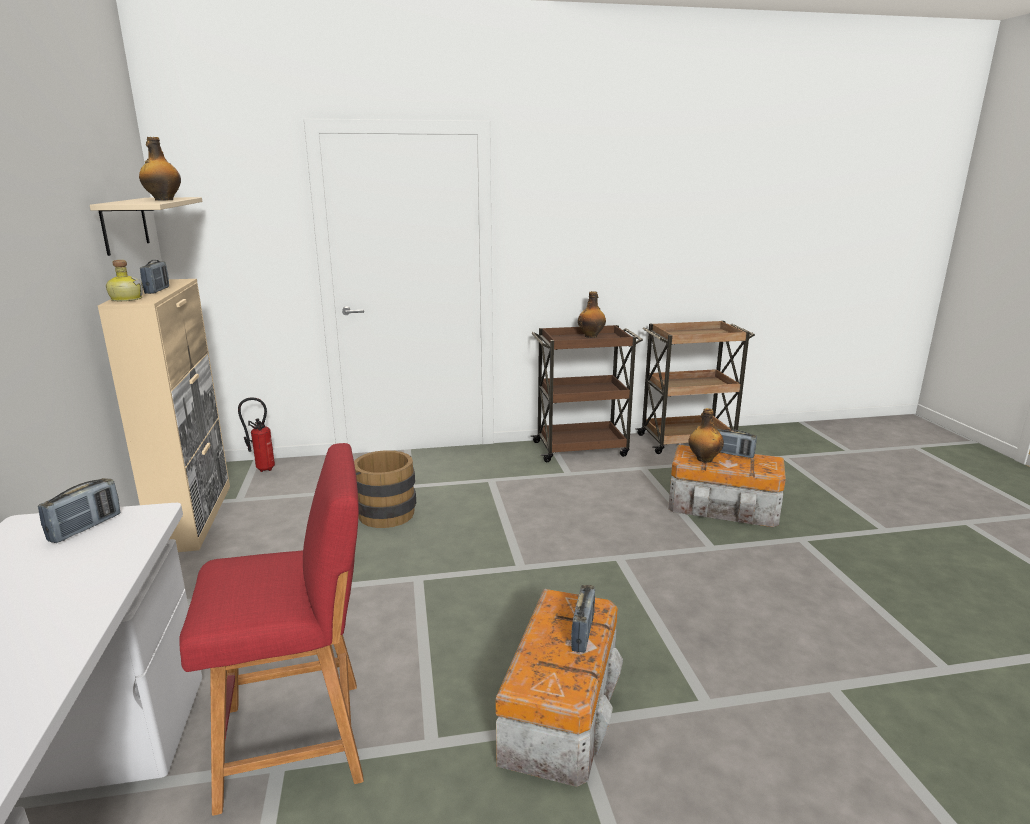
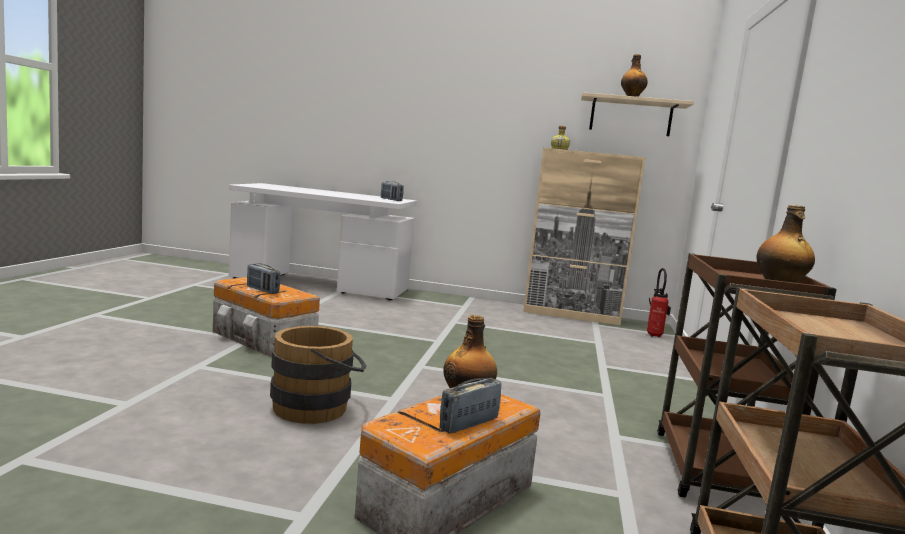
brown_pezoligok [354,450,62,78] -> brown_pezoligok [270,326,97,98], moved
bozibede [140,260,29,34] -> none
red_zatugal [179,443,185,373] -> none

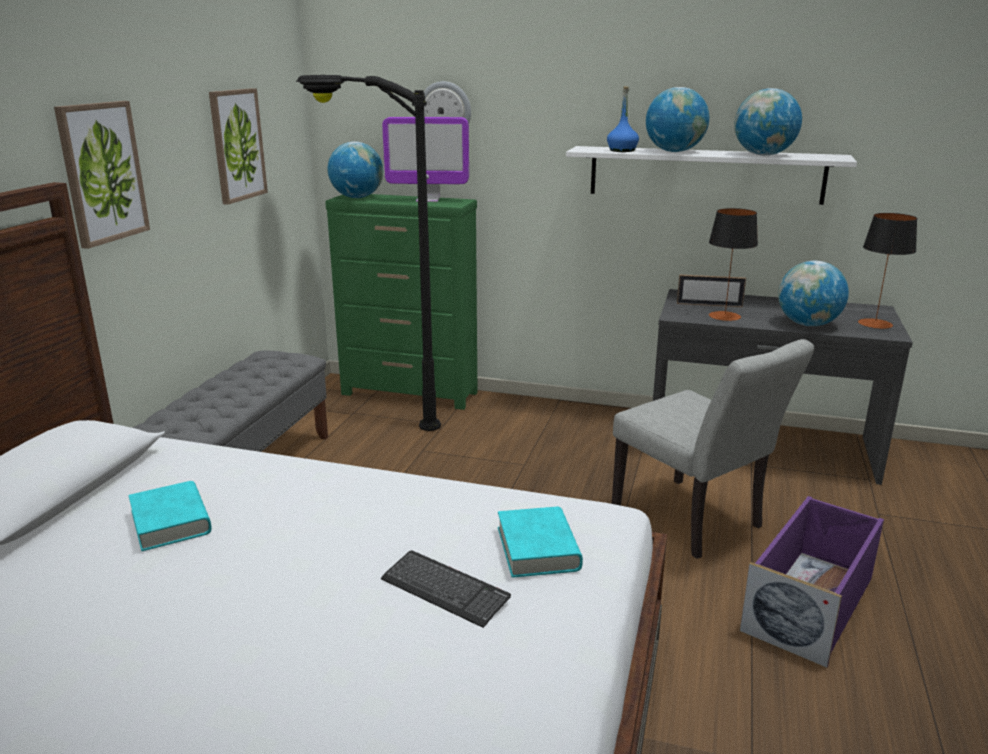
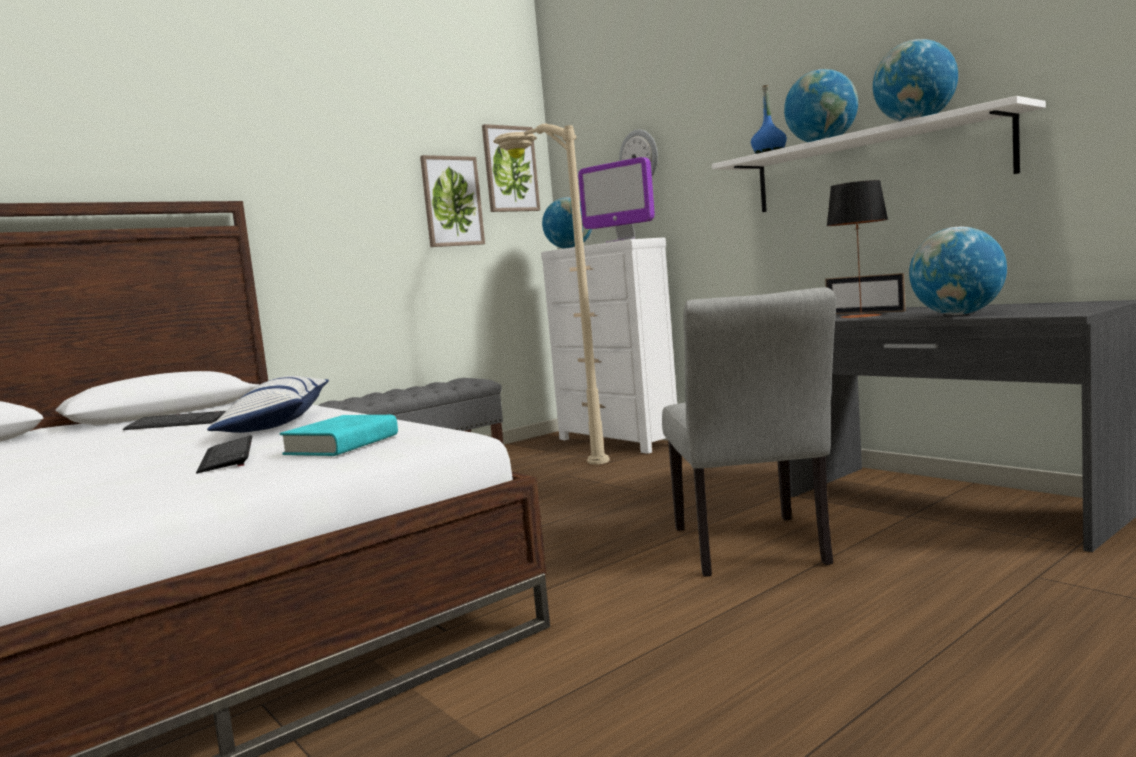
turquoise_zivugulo [128,481,84,70] -> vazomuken [123,411,103,19]
none -> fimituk [207,376,122,57]
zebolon [54,101,96,148] -> zebolon [482,124,58,88], moved
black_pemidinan [296,75,145,356] -> beige_pemidinan [493,124,117,340]
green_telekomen [325,194,152,216] -> white_telekomen [541,237,136,217]
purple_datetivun [740,496,144,172] -> none
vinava [858,213,59,116] -> none

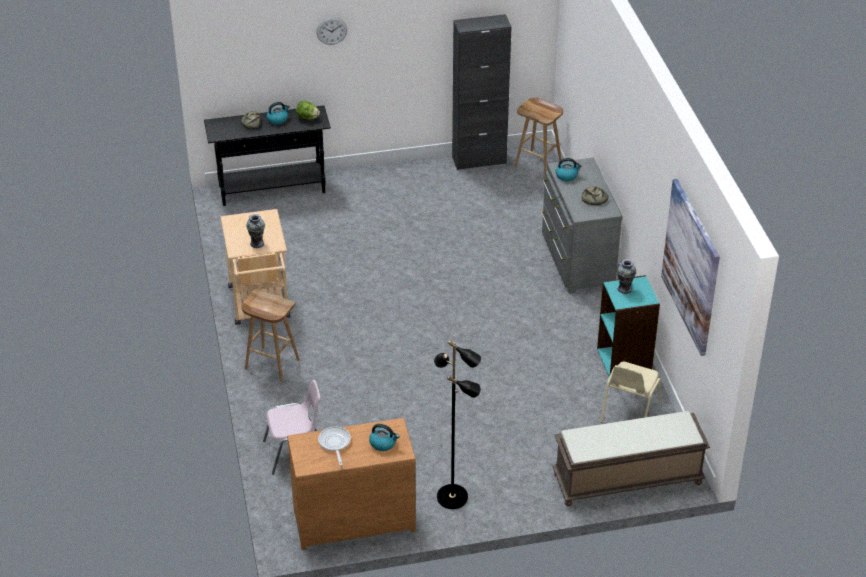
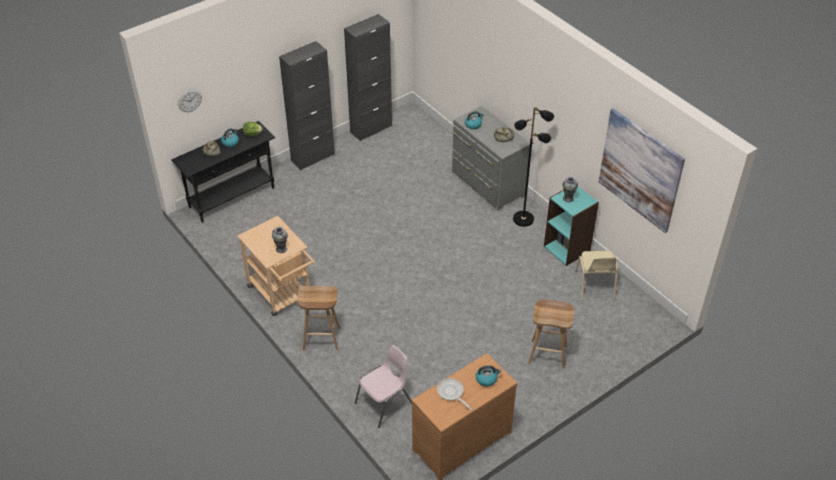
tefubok [316,17,31,28] -> tefubok [178,89,24,23], moved
none -> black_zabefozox [279,41,56,129]
black_pemidinan [434,340,47,169] -> black_pemidinan [513,107,41,120], moved
brown_zatugal [514,98,49,81] -> brown_zatugal [528,299,46,70], moved
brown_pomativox [552,411,158,95] -> none

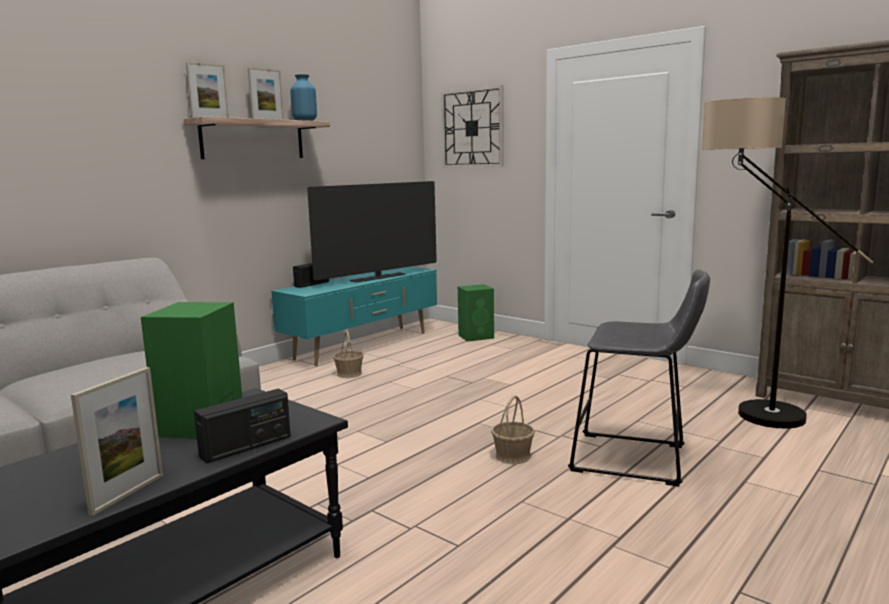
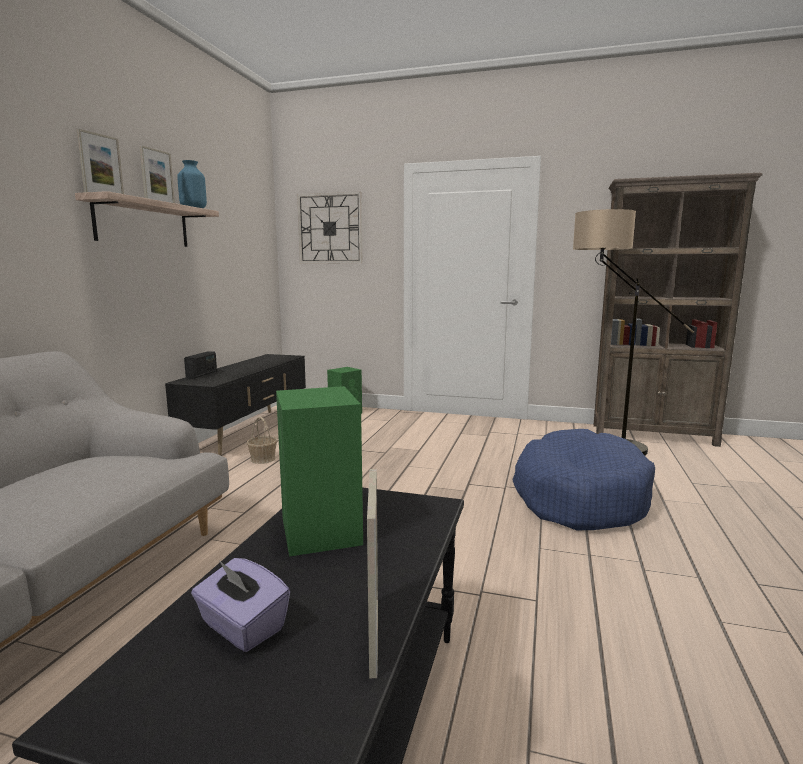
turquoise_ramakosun [271,267,166,99] -> black_ramakosun [165,354,141,101]
none -> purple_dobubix [191,558,99,94]
grey_zatugal [568,269,142,218] -> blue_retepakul [512,429,143,101]
bozibede [194,389,97,74] -> none
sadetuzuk [307,181,130,101] -> none
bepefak [491,395,44,69] -> none

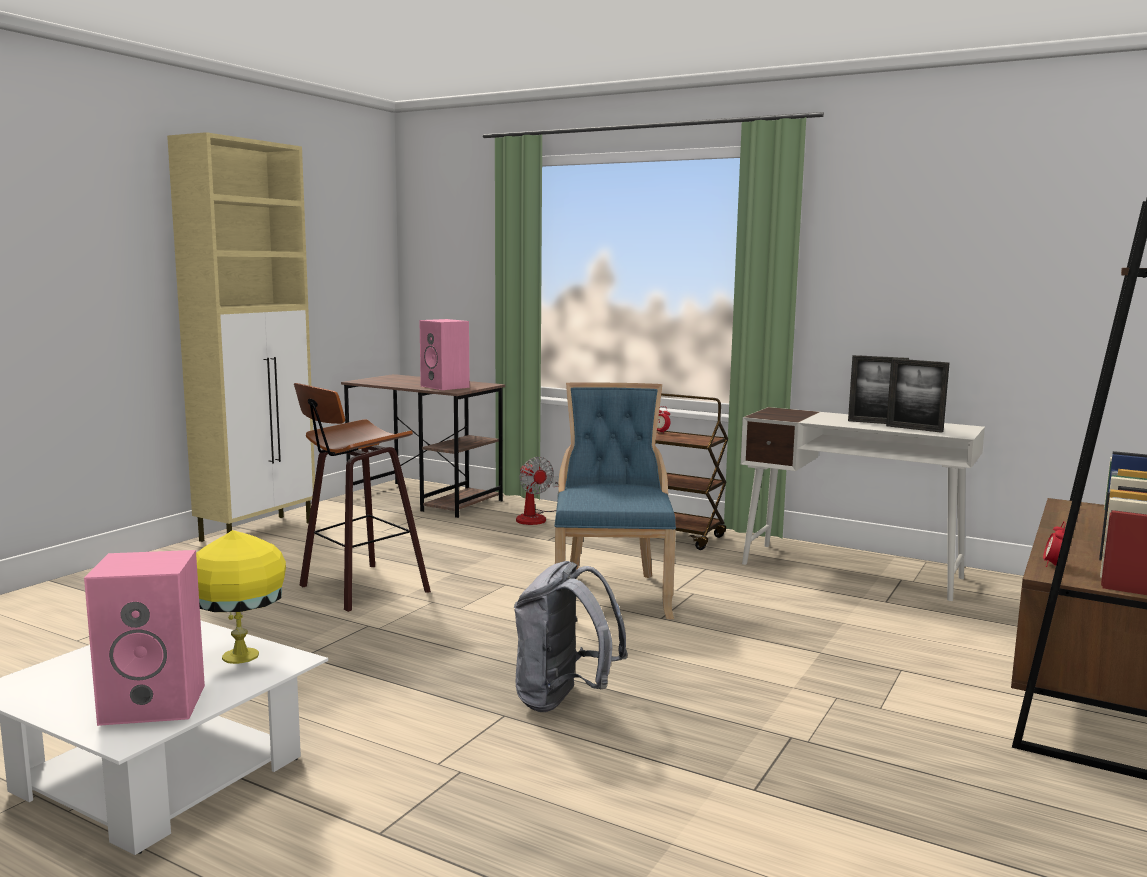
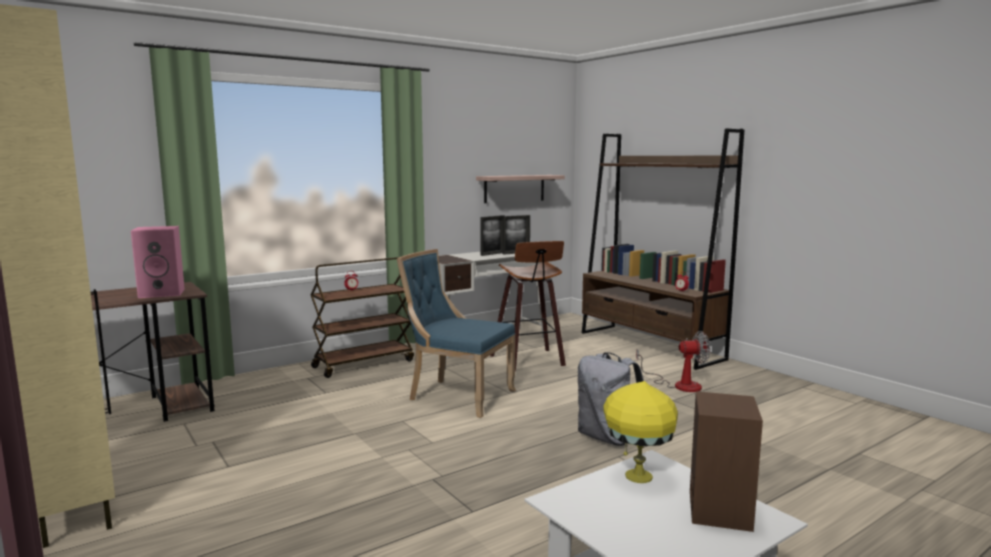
none -> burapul [476,175,89,28]
zatugal [294,383,137,229] -> zatugal [490,241,76,130], moved
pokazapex [516,457,43,68] -> pokazapex [636,331,75,61], moved
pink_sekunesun [84,550,121,176] -> brown_sekunesun [690,391,73,141]

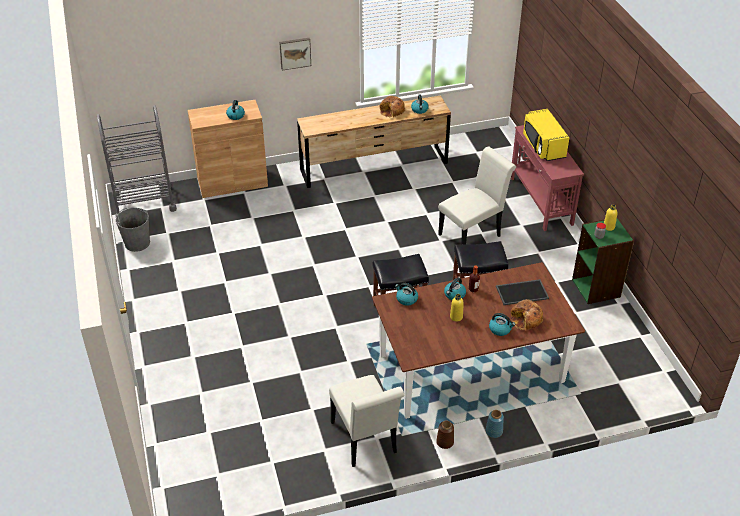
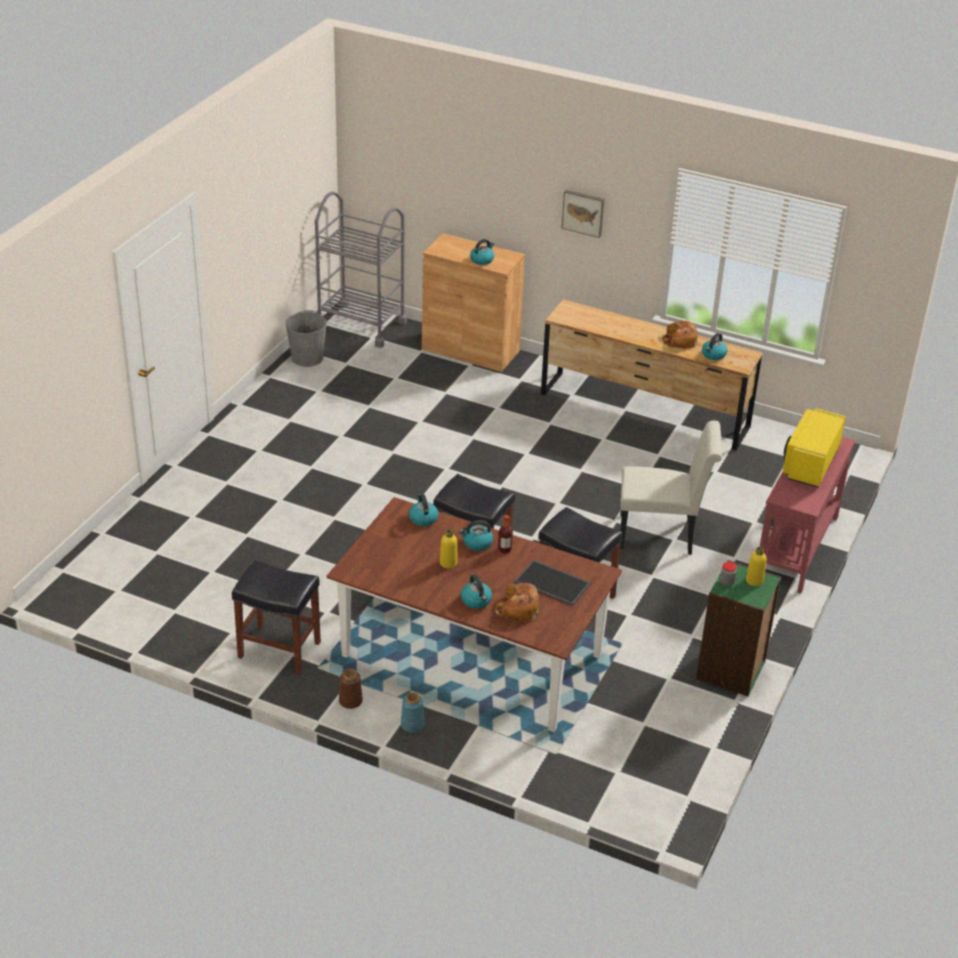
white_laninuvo [329,375,75,92] -> black_zatugal [232,560,89,115]

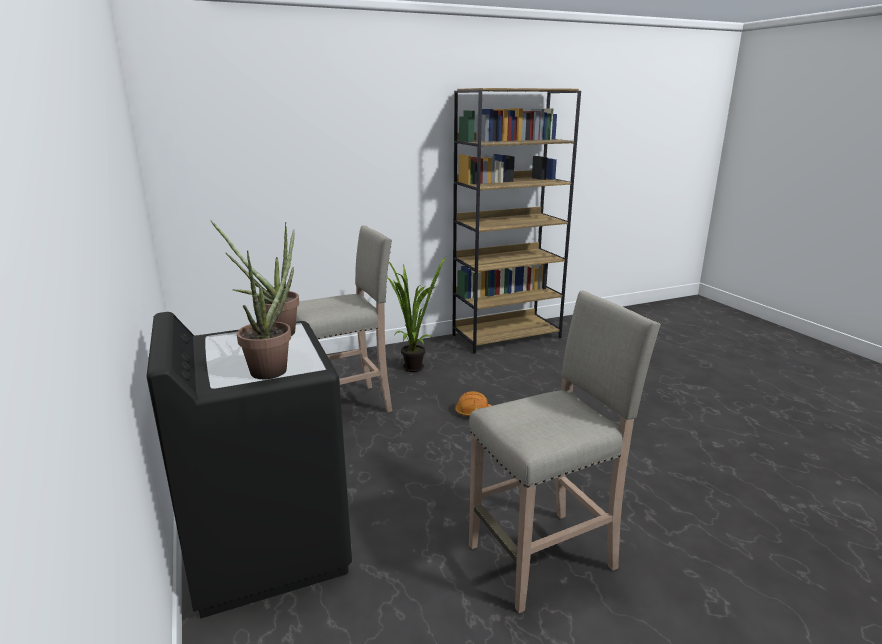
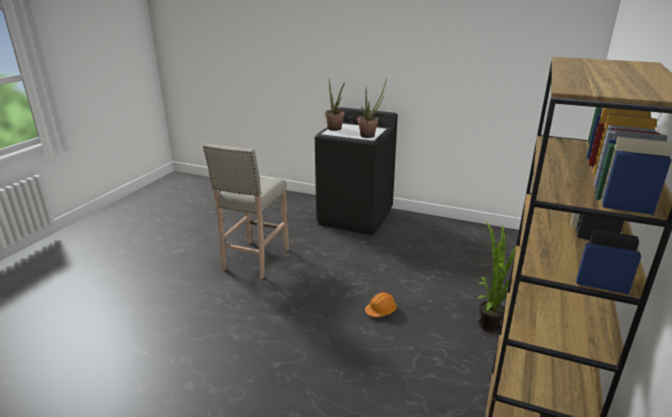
beige_zatugal [296,225,96,187] -> none

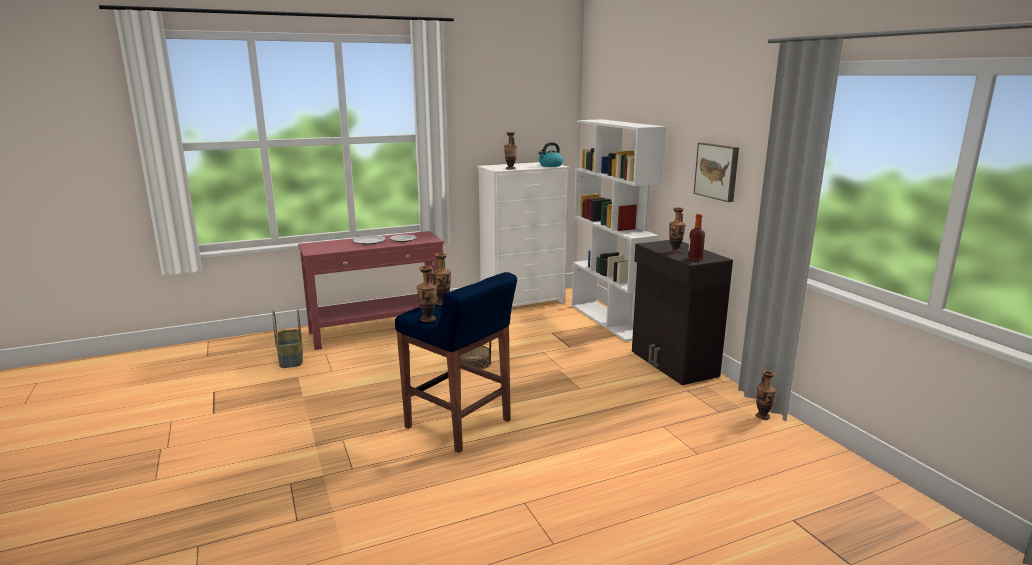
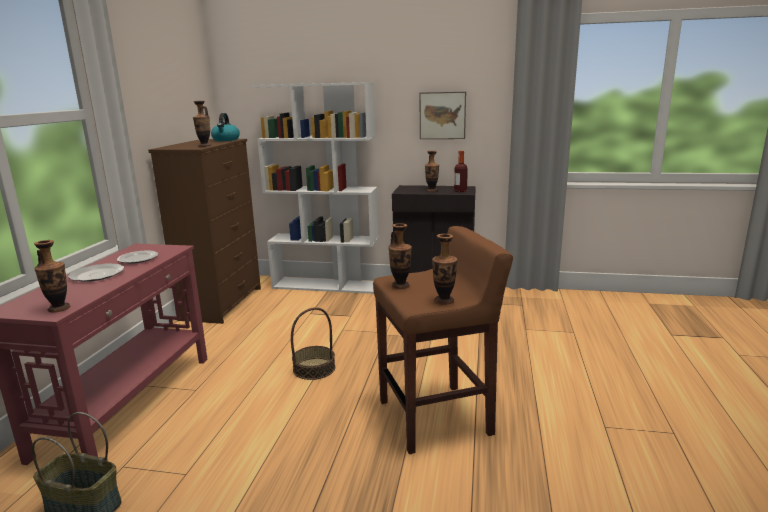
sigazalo [755,370,21,50] -> sigazalo [34,240,36,72], moved
white_telekomen [477,162,93,145] -> brown_telekomen [148,139,113,185]
blue_zatugal [395,272,122,181] -> brown_zatugal [373,226,140,228]

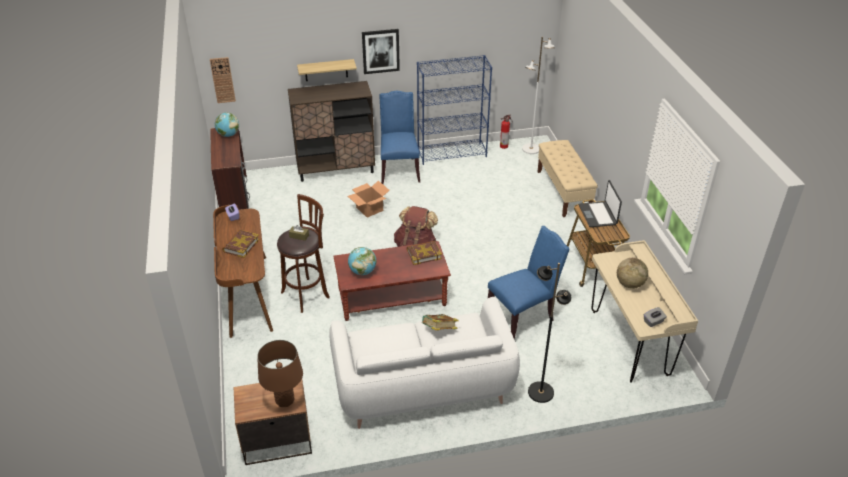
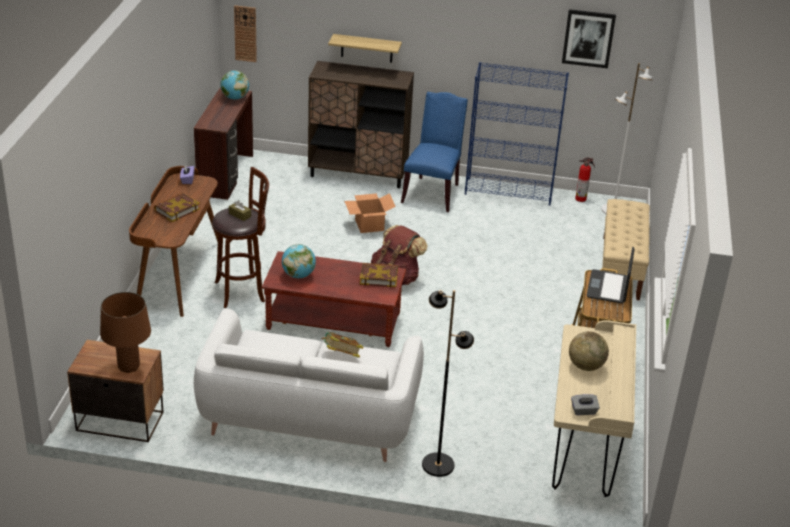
zebolon [362,29,38,45] -> zebolon [562,9,54,59], moved
blue_laninuvo [488,226,81,113] -> none

